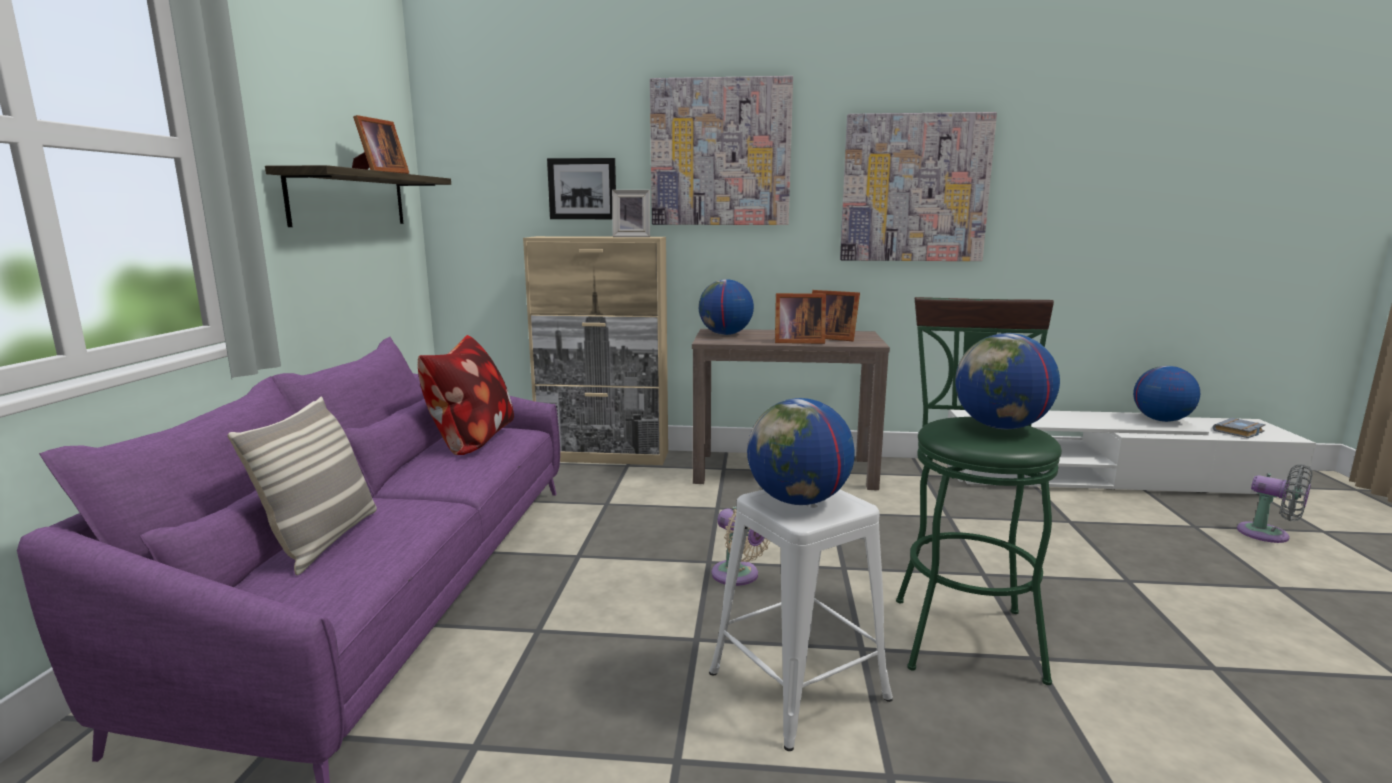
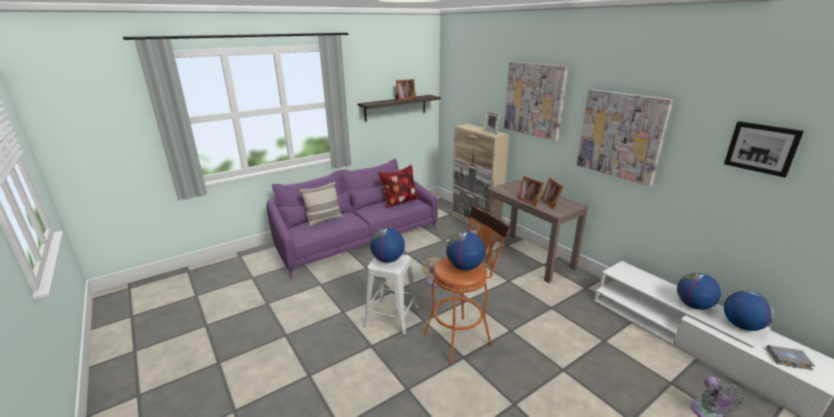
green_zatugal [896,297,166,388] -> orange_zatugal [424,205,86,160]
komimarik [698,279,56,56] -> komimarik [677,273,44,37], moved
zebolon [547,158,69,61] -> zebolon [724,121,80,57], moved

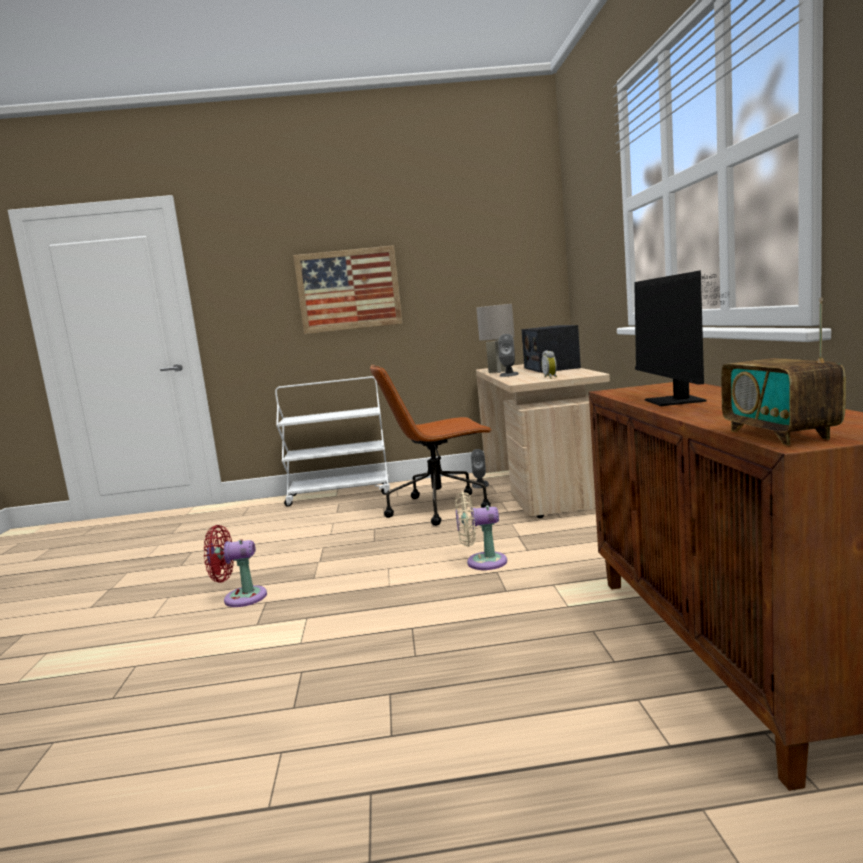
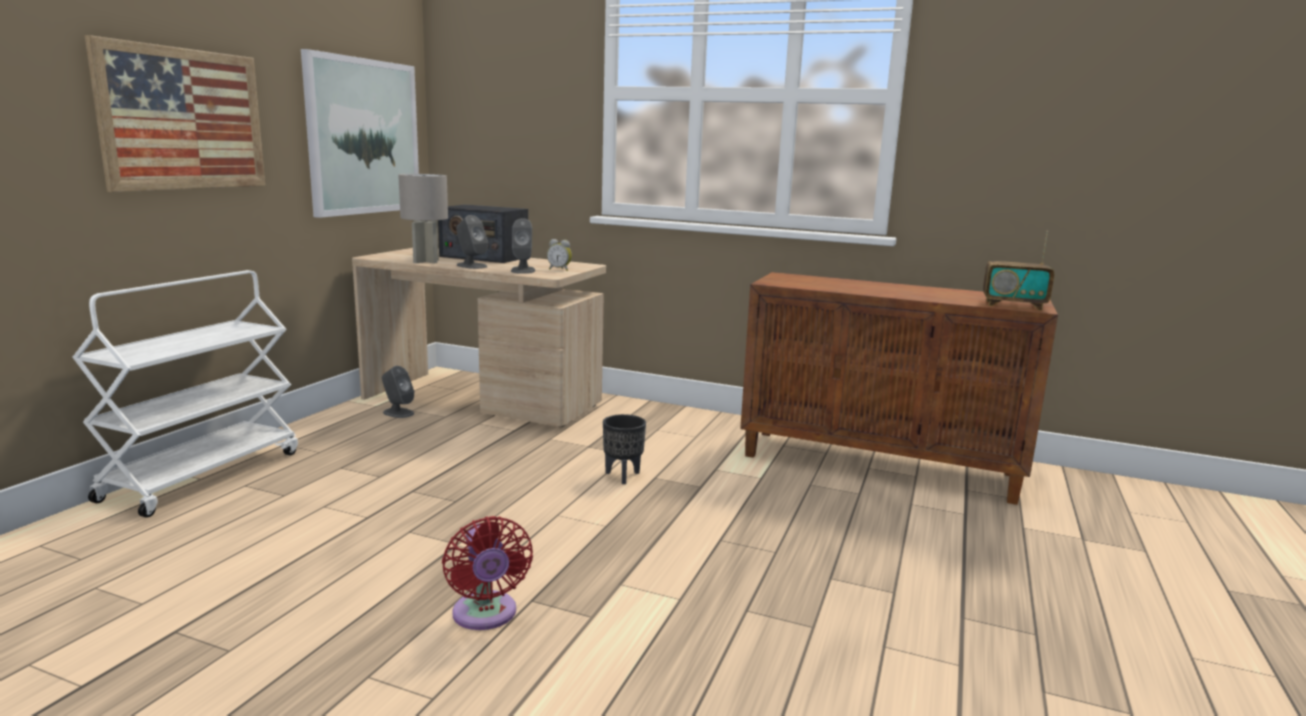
none -> zebolon [301,49,118,169]
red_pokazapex [204,525,63,82] -> red_pokazapex [442,516,91,114], 45 degrees counterclockwise
none -> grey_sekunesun [511,218,24,56]
beige_pokazapex [455,492,52,78] -> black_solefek [603,414,43,70]
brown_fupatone [370,364,122,162] -> none
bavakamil [634,271,95,135] -> none

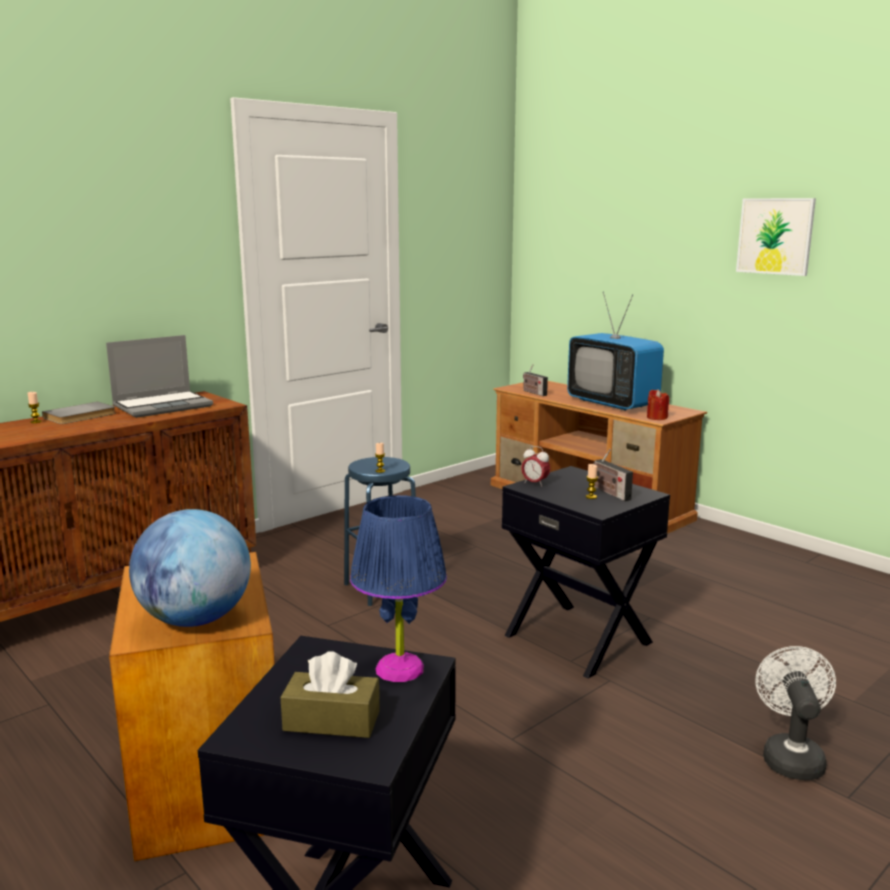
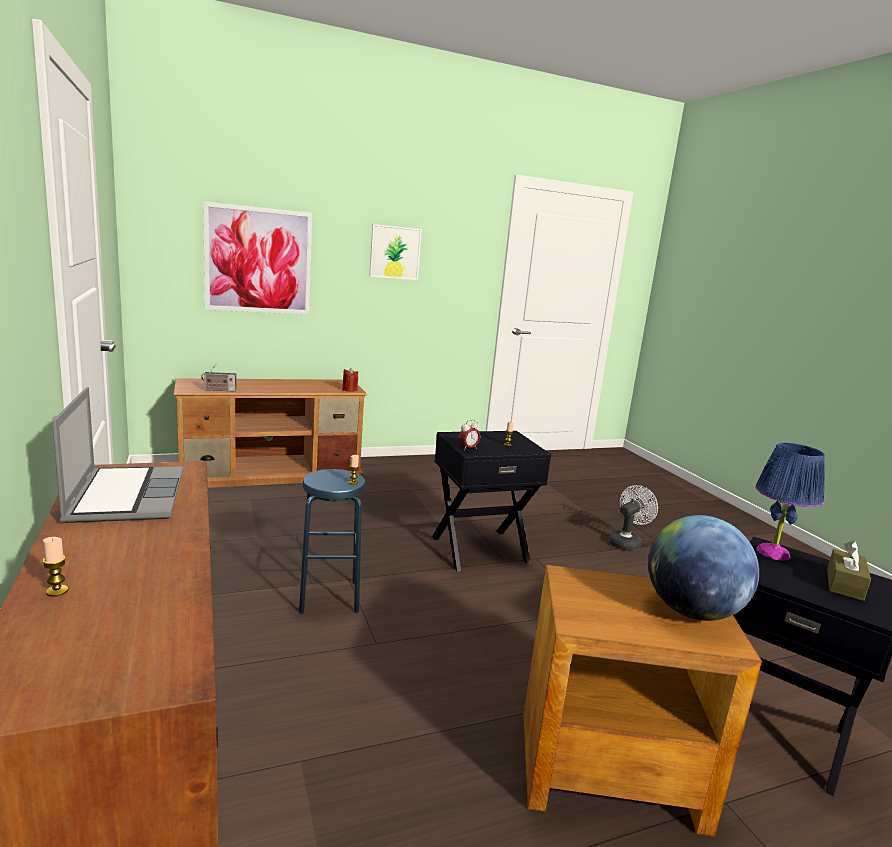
none -> zebolon [203,201,109,114]
white_pokazapex [756,646,80,134] -> white_pokazapex [609,485,49,66], 105 degrees clockwise
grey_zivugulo [42,402,74,22] -> none
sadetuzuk [567,291,97,120] -> none
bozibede [593,449,40,52] -> none

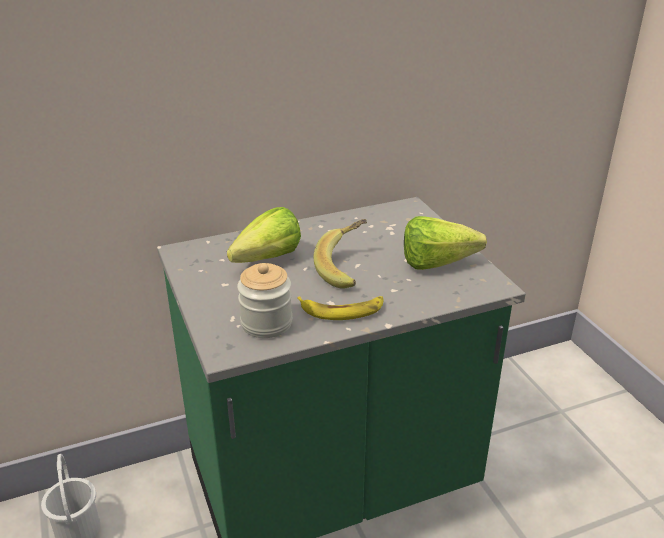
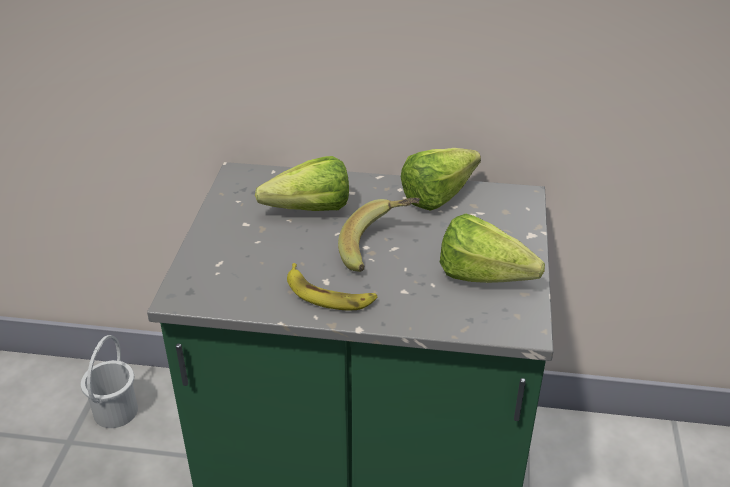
none -> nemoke [401,148,80,63]
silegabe [237,263,55,75] -> none

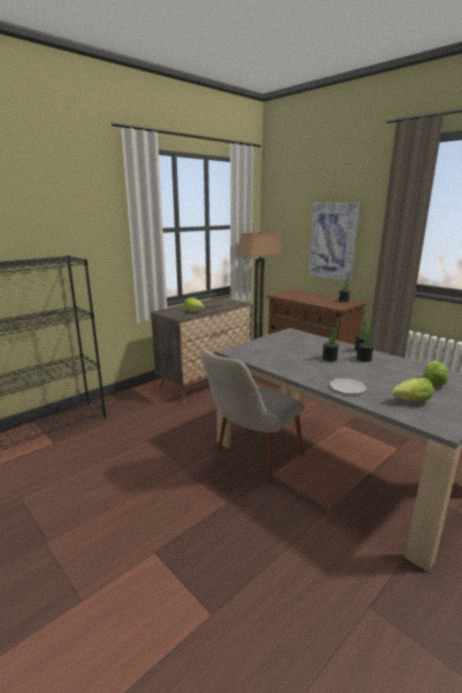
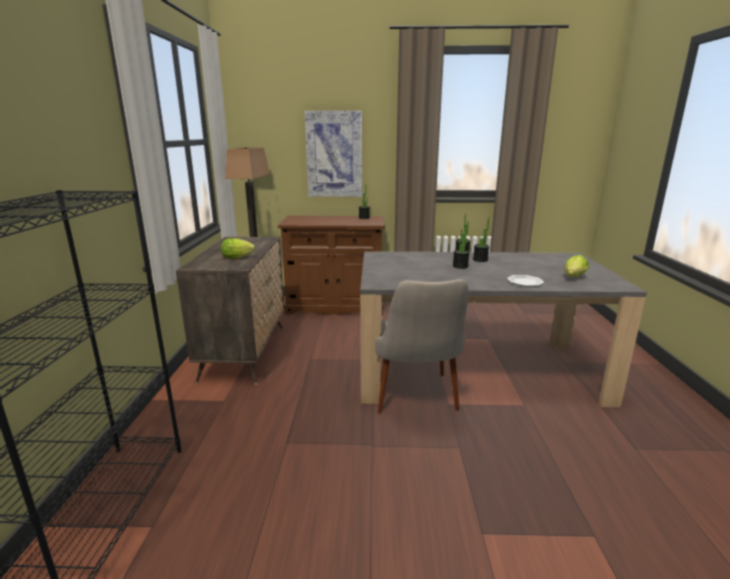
nemoke [423,361,25,25] -> none

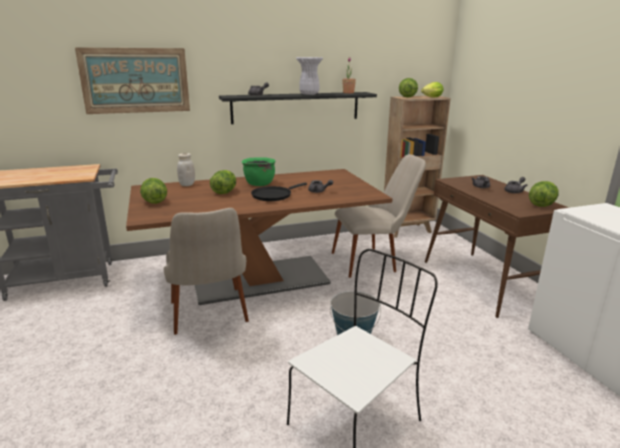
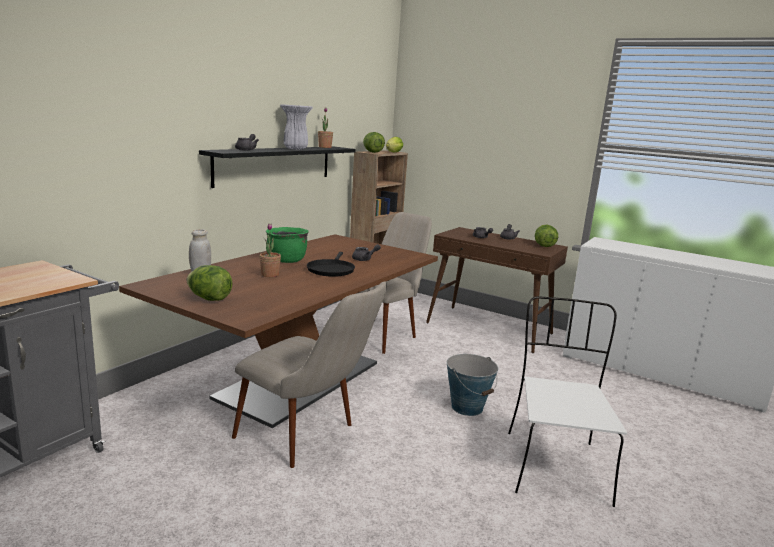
nemoke [210,170,26,24] -> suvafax [260,223,21,54]
zebolon [75,47,115,67] -> none

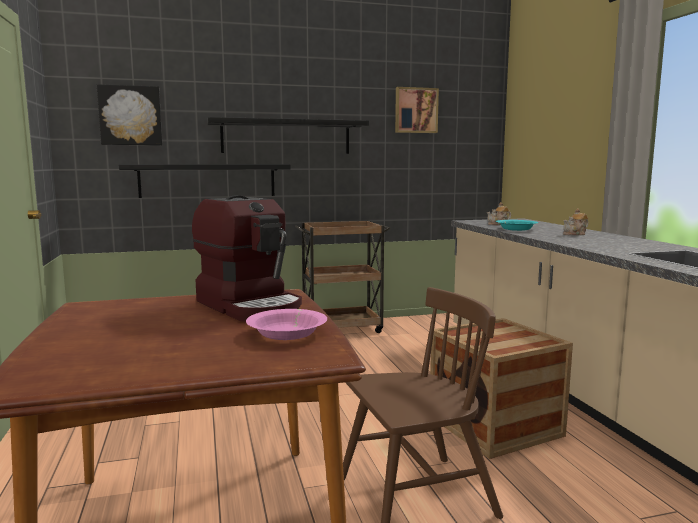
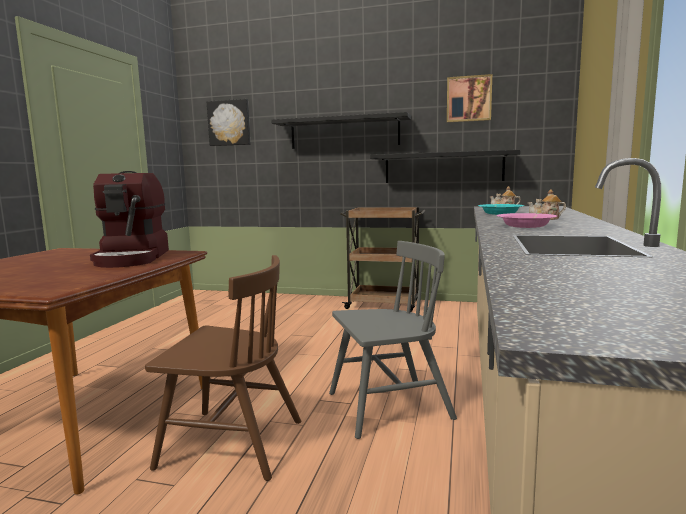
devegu [430,318,143,141] -> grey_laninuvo [329,241,128,198]
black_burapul [119,164,172,34] -> black_burapul [370,150,150,33], moved
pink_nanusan [246,309,81,31] -> pink_nanusan [496,213,61,15], moved

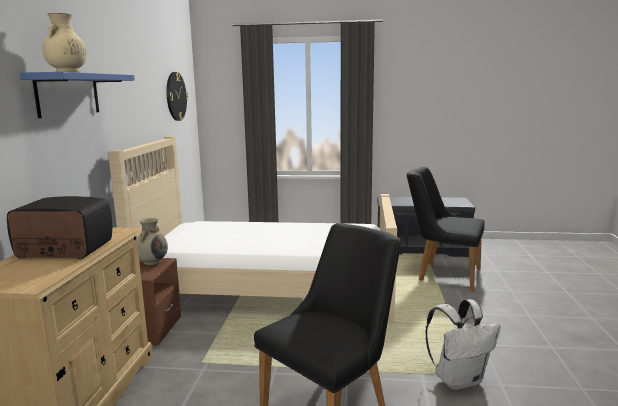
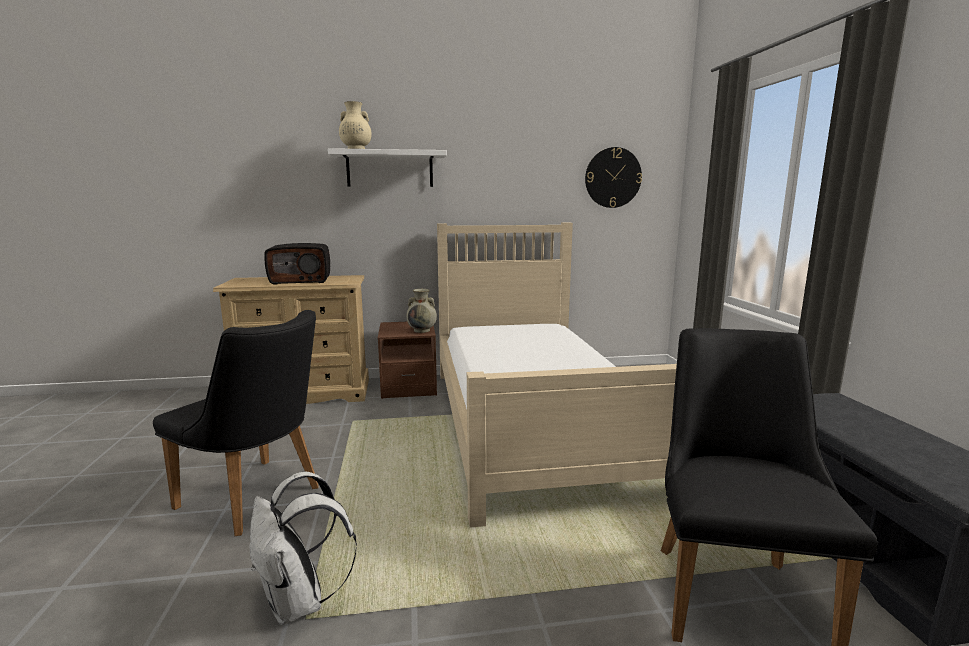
bozibede [7,196,105,63] -> bozibede [264,243,66,42], 90 degrees clockwise
blue_burapul [20,72,115,46] -> white_burapul [328,148,119,39]

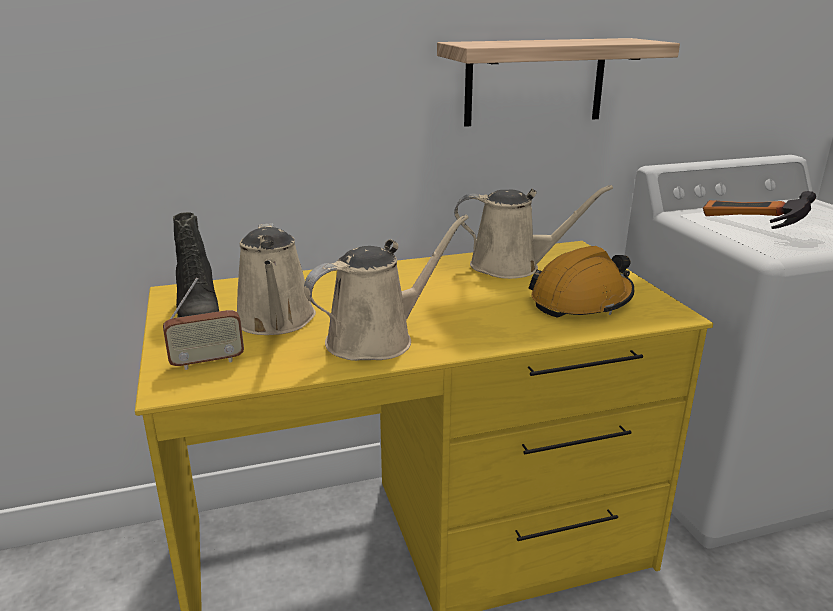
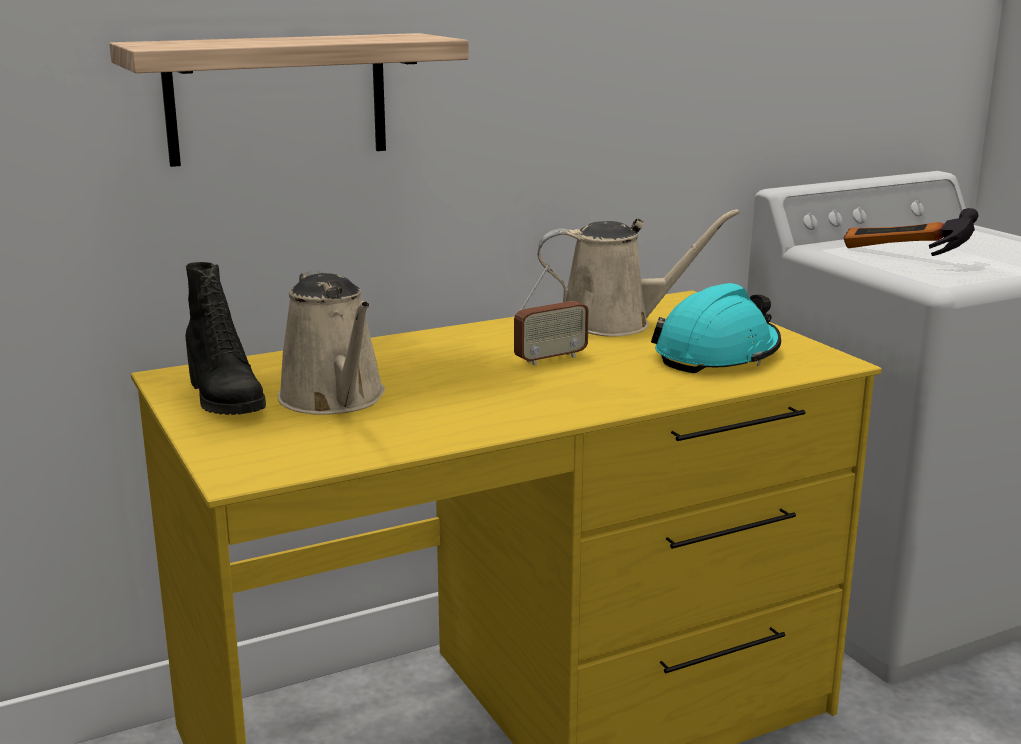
burapul [437,38,243,89] -> burapul [109,33,360,134], moved
bozibede [163,277,81,93] -> bozibede [514,265,75,101], moved
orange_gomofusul [528,246,106,71] -> turquoise_gomofusul [651,283,130,90]
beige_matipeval [304,215,165,146] -> none

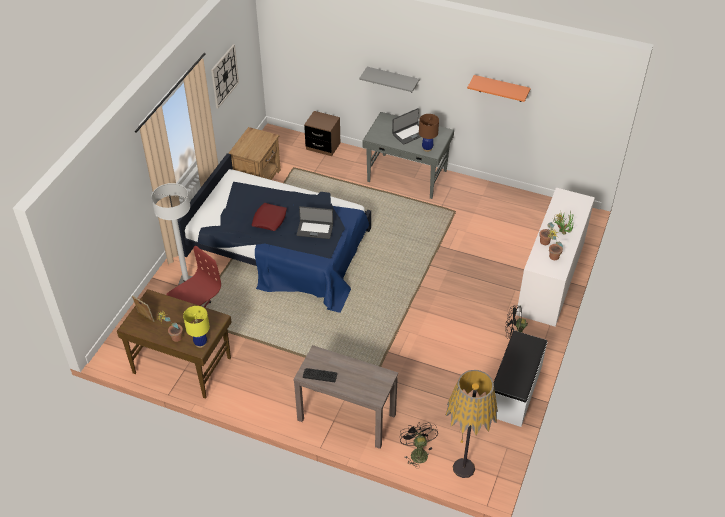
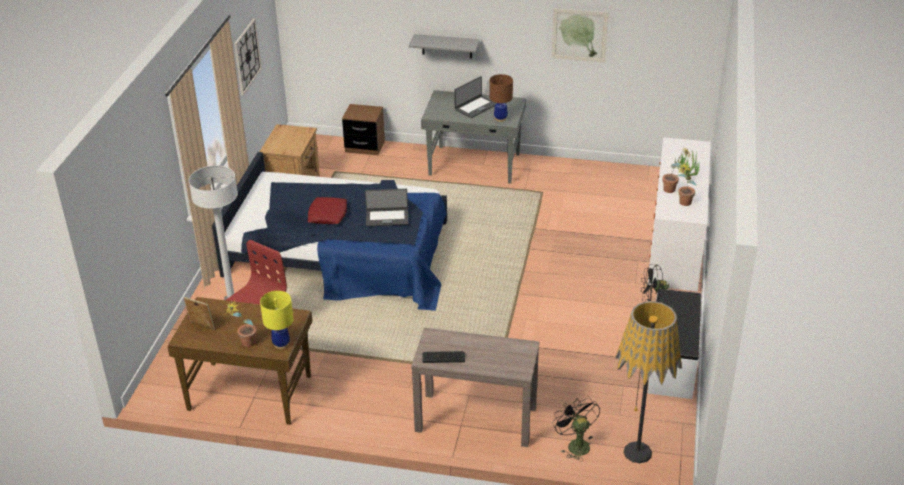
orange_burapul [467,75,64,27] -> zebolon [552,8,57,54]

